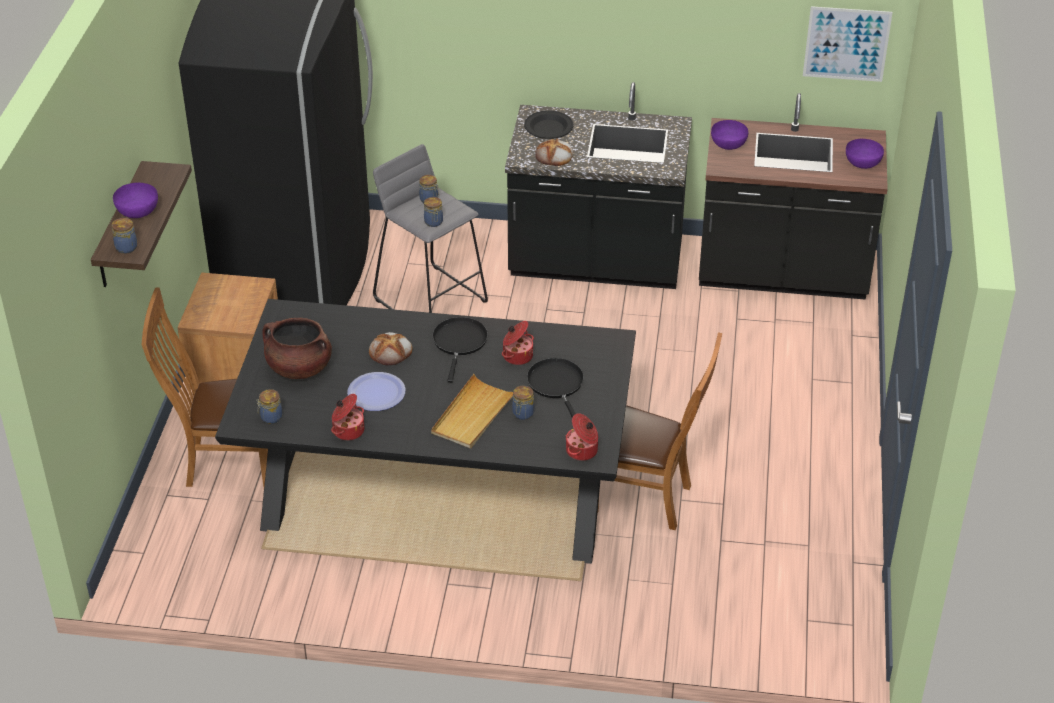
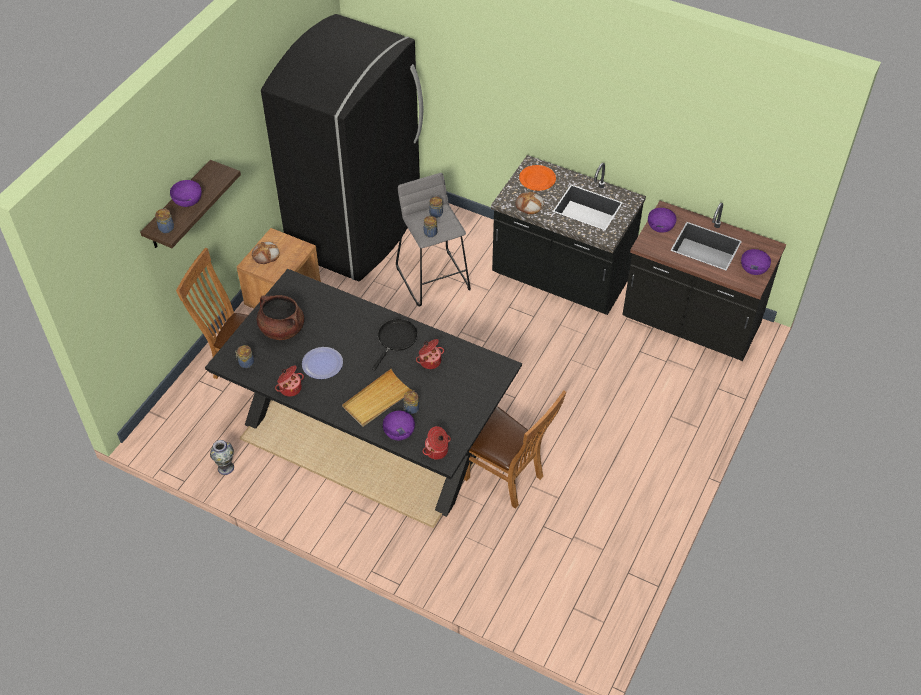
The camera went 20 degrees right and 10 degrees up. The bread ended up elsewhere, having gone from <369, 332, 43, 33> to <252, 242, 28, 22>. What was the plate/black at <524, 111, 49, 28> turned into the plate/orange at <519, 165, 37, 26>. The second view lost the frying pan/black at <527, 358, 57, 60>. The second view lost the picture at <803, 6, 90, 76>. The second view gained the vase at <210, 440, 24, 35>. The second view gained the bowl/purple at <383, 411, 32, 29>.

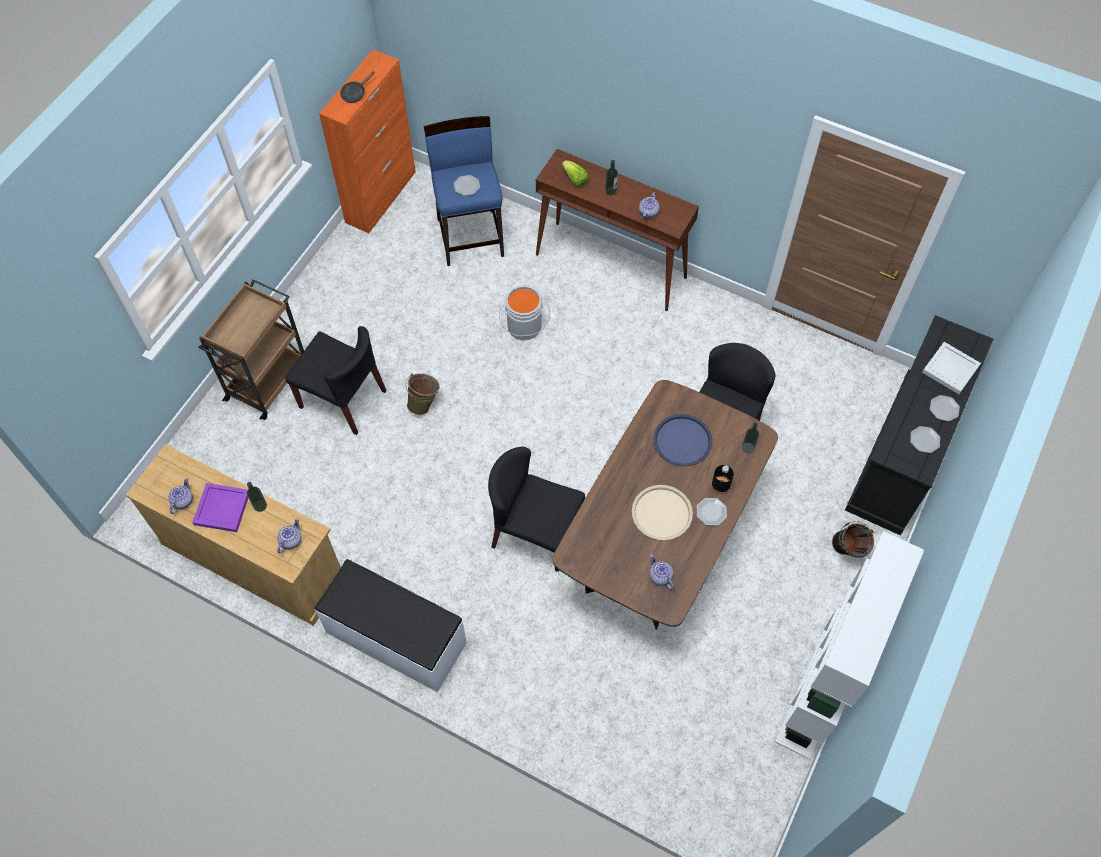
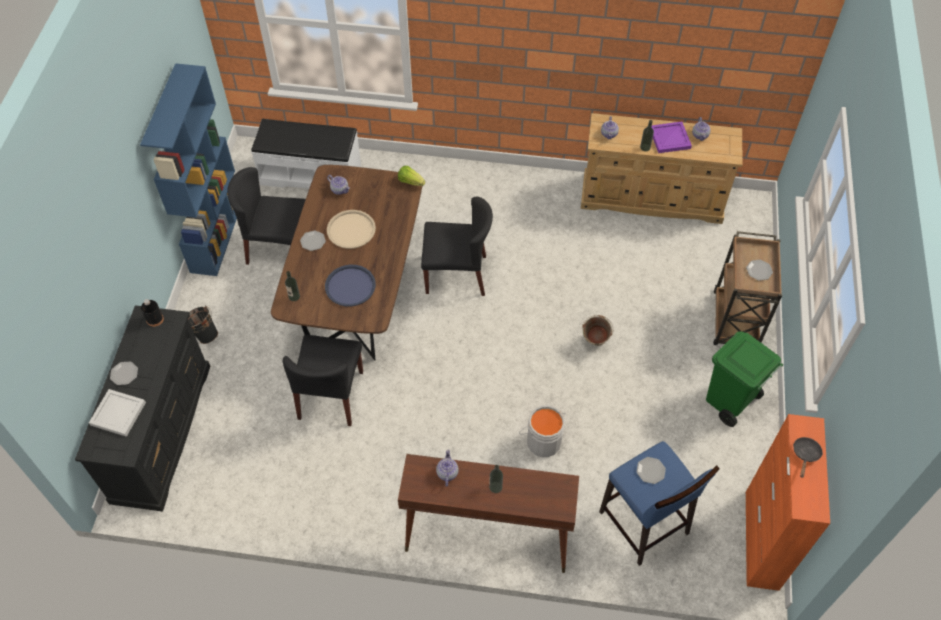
The camera went 160 degrees right and 5 degrees down. The chair/black ended up elsewhere, having gone from <285, 326, 102, 109> to <227, 167, 79, 98>. The bench/white ended up elsewhere, having gone from <315, 559, 152, 133> to <251, 119, 110, 70>. The lettuce ended up elsewhere, having gone from <562, 160, 27, 27> to <398, 166, 27, 20>. The bottle/black ended up elsewhere, having gone from <711, 465, 23, 29> to <141, 299, 23, 28>. What was the bookcase/white at <775, 531, 149, 229> turned into the bookcase/blue at <140, 63, 97, 213>. The plate ended up elsewhere, having gone from <910, 426, 30, 27> to <746, 260, 27, 21>. The second view gained the trash can/green at <706, 332, 77, 95>.

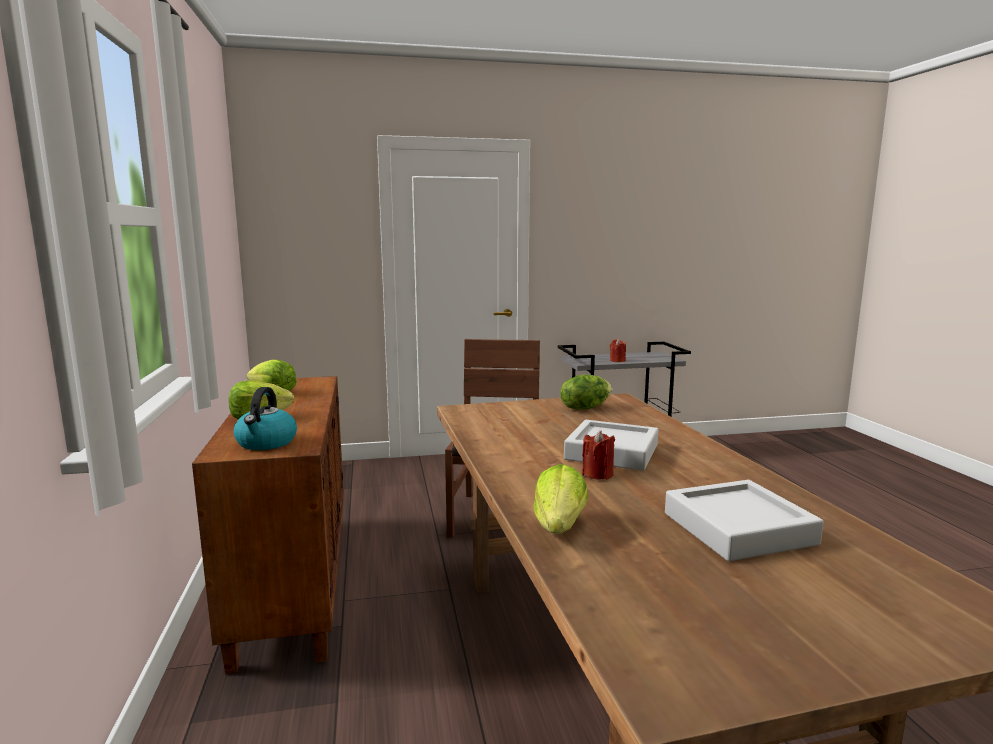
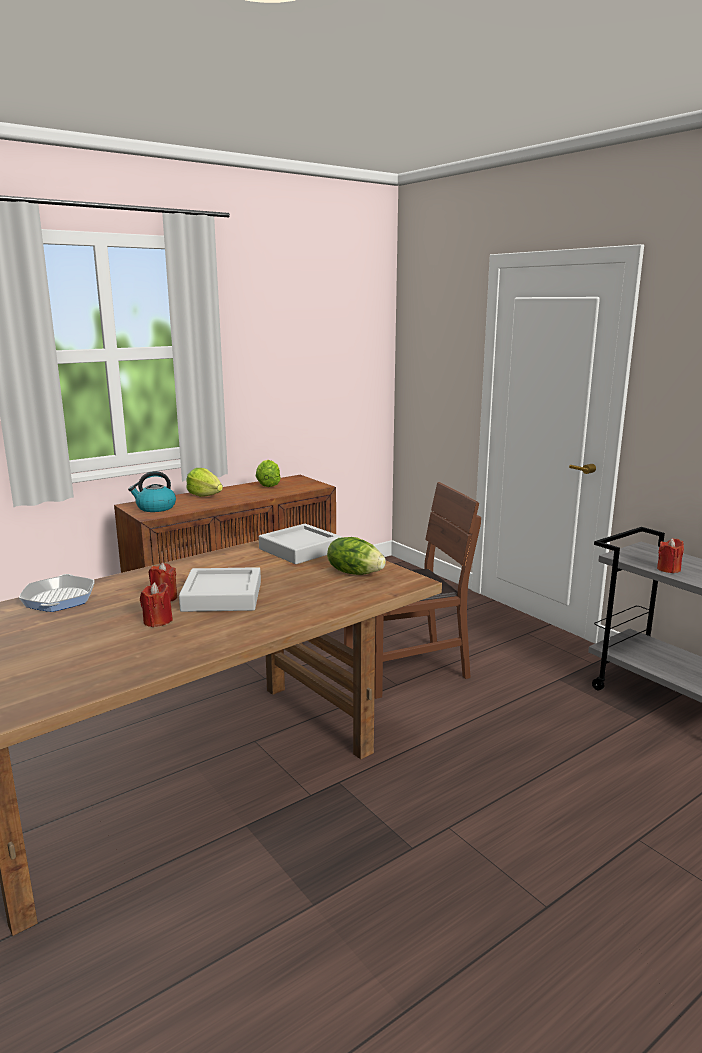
The camera went 65 degrees right and 5 degrees up. Where the lettuce stood at <533, 464, 55, 70>, the frying pan came to stand at <19, 574, 76, 38>. The tray/grey ended up elsewhere, having gone from <665, 480, 159, 81> to <259, 524, 83, 40>. The second view gained the candle/red at <140, 582, 33, 45>.

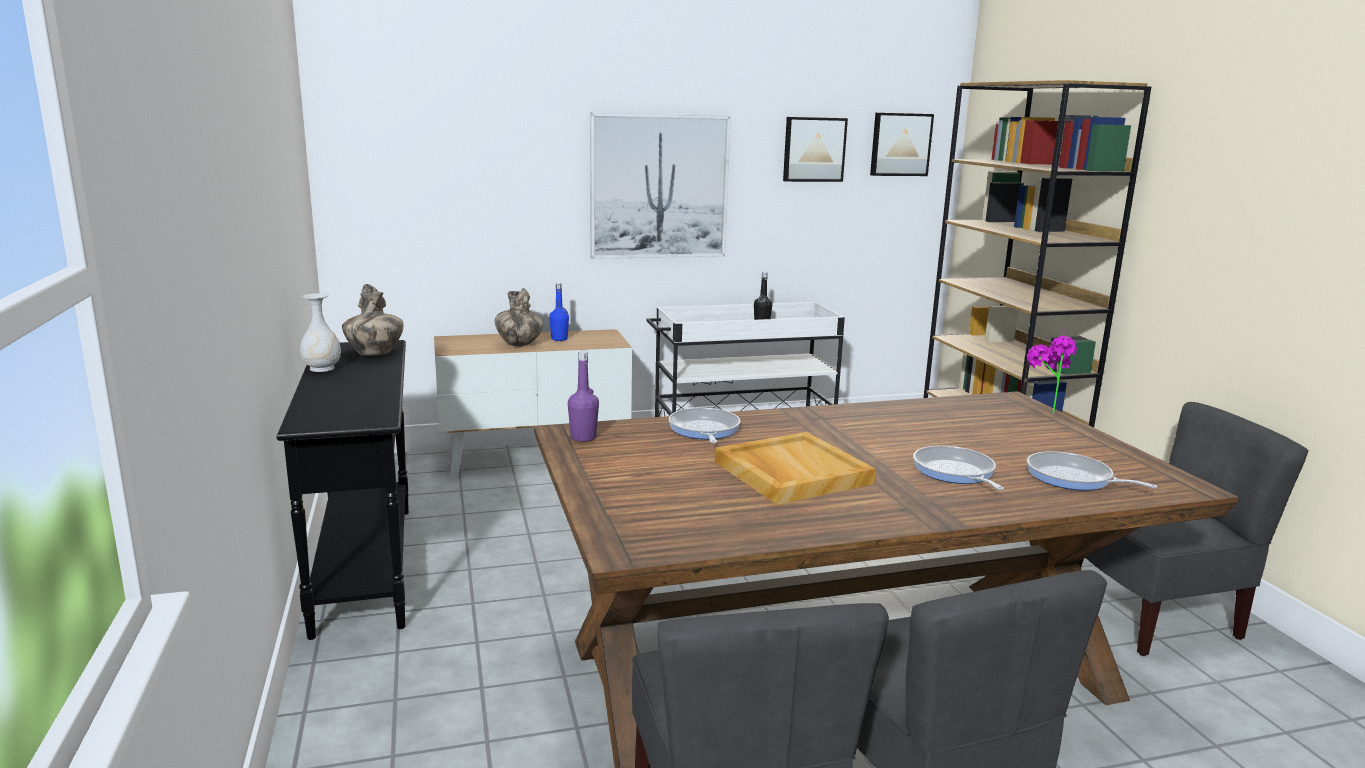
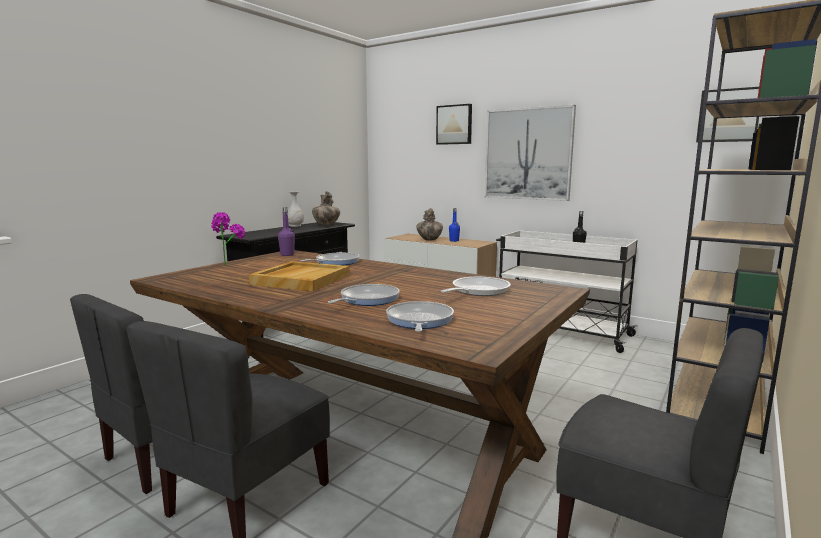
The camera went 50 degrees right and 5 degrees down. The picture ended up elsewhere, having gone from <783, 117, 65, 65> to <436, 104, 36, 41>. The potted plant ended up elsewhere, having gone from <1027, 336, 50, 78> to <211, 212, 34, 53>. The second view gained the frying pan at <441, 277, 70, 19>.

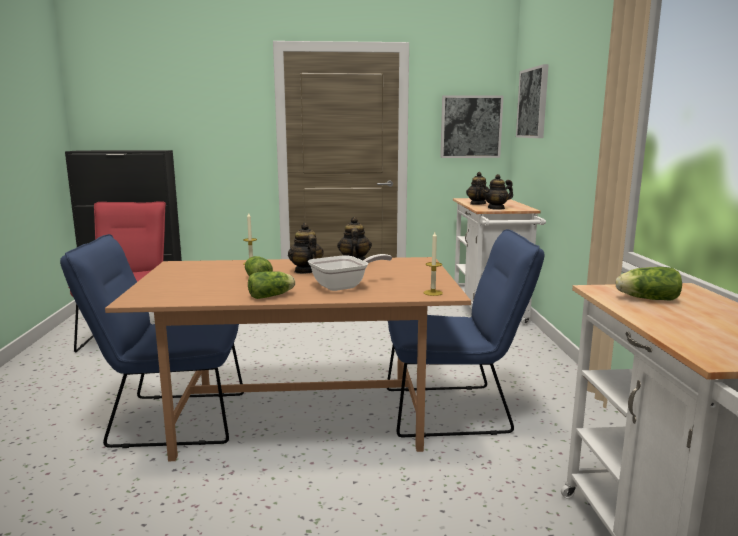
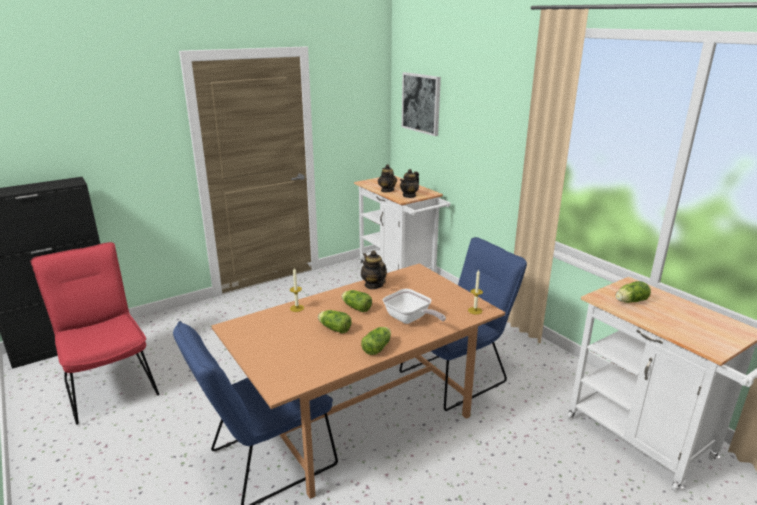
The camera went 30 degrees left and 10 degrees up. Where the teapot stood at <288, 223, 36, 51>, the lettuce came to stand at <341, 290, 31, 22>. The frying pan at <308, 254, 84, 37> ended up facing another way, 105 degrees clockwise from before. The second view lost the picture at <440, 95, 64, 63>.

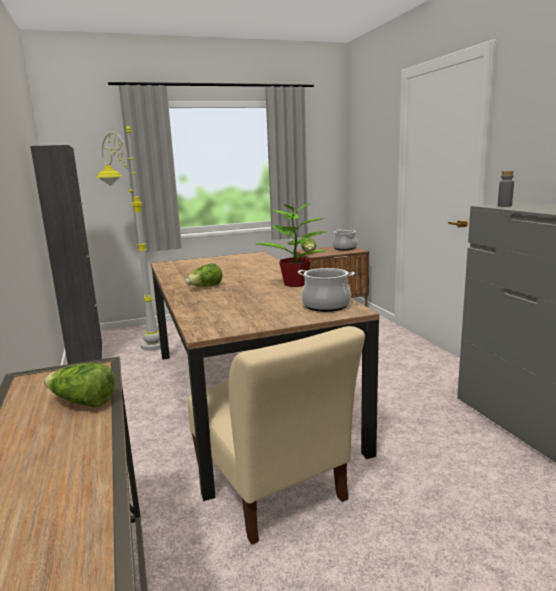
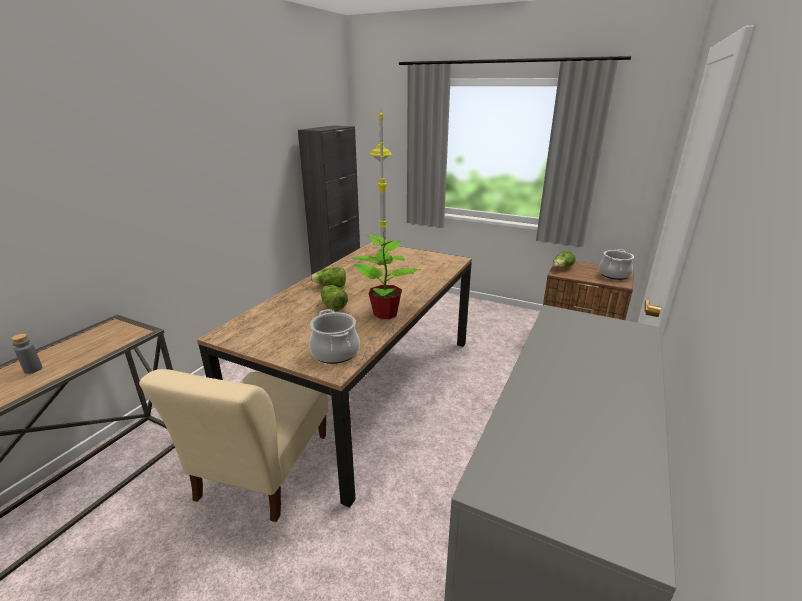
The camera went 45 degrees right and 10 degrees up. The lettuce ended up elsewhere, having gone from <44, 363, 71, 44> to <321, 285, 27, 26>. The bottle/grey ended up elsewhere, having gone from <498, 171, 16, 36> to <11, 334, 31, 40>.

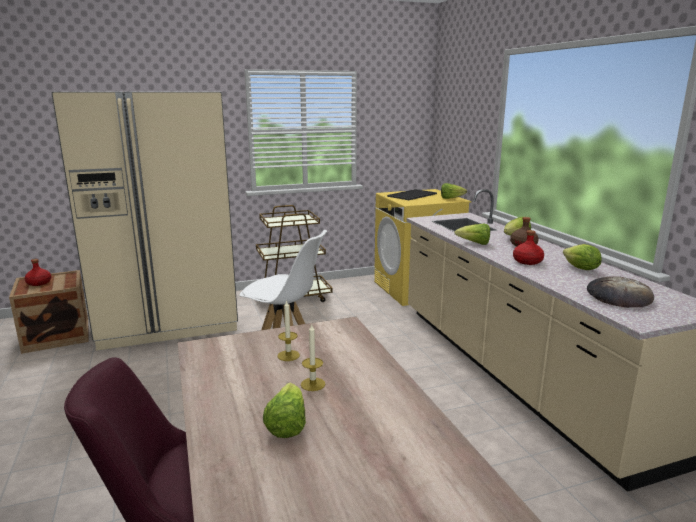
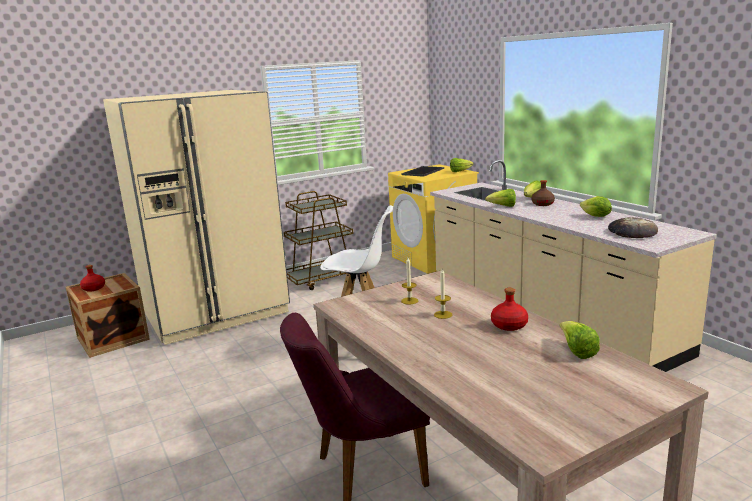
The camera went 10 degrees left and 0 degrees up. The lettuce ended up elsewhere, having gone from <263, 383, 43, 55> to <559, 321, 41, 38>. The bottle/red ended up elsewhere, having gone from <513, 230, 31, 35> to <491, 288, 37, 43>.

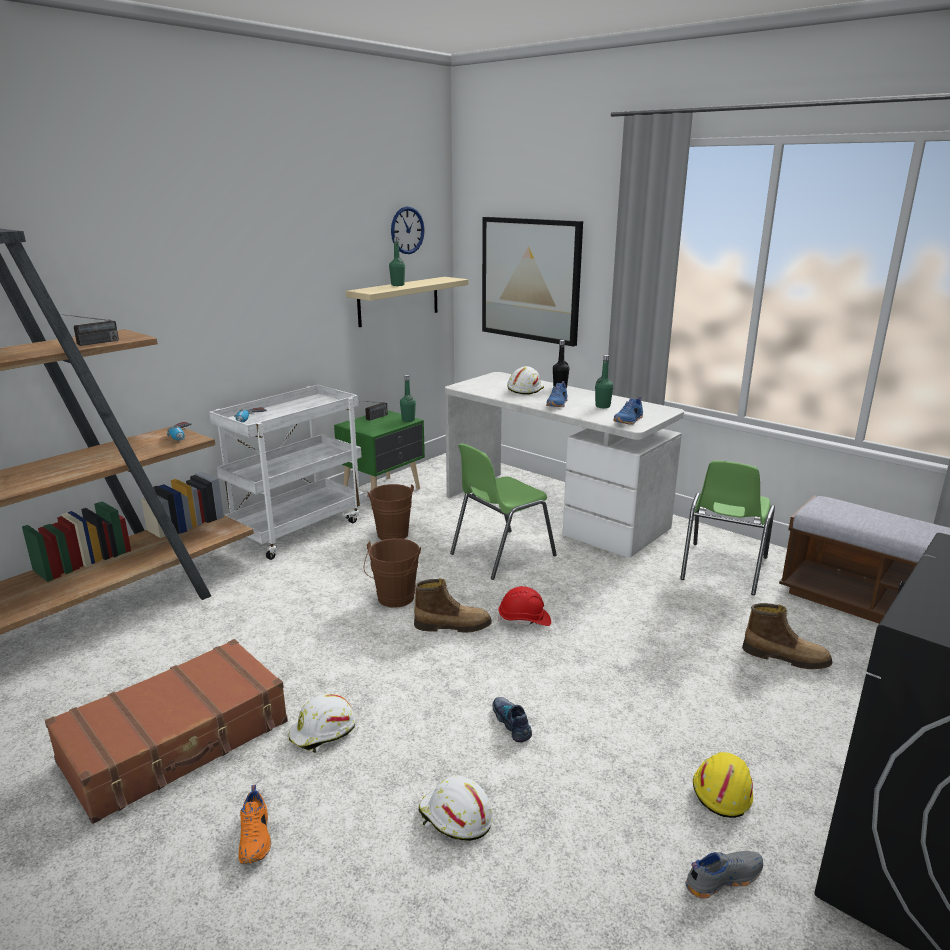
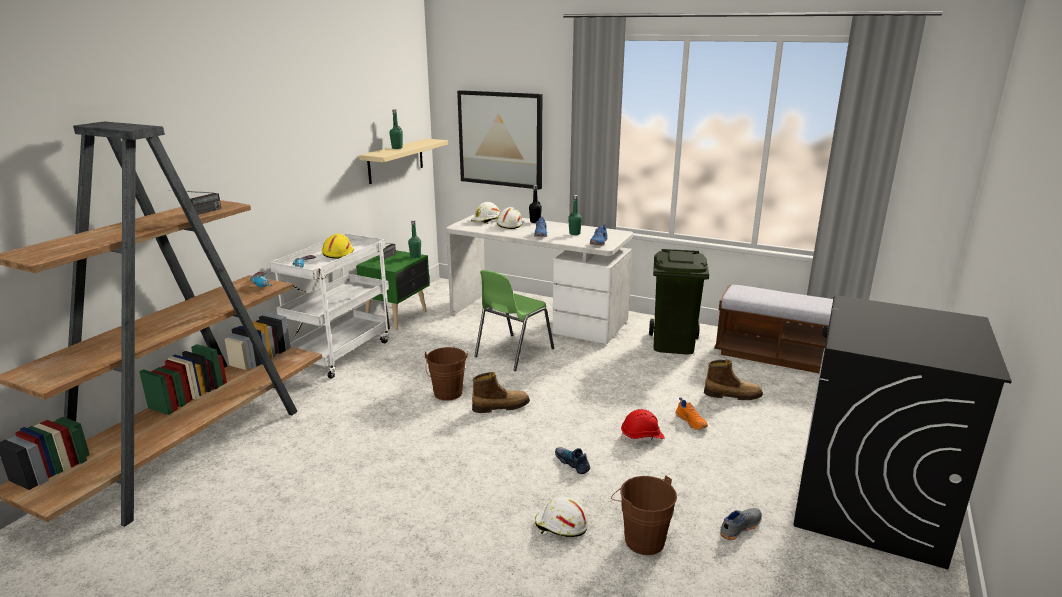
The camera went 15 degrees left and 0 degrees up. The second view lost the suitcase/brown at <45, 639, 243, 185>. The shoe/orange ended up elsewhere, having gone from <238, 785, 33, 79> to <675, 397, 33, 33>. The hard hat/white ended up elsewhere, having gone from <289, 694, 67, 59> to <471, 202, 29, 22>. The bucket/brown ended up elsewhere, having gone from <367, 484, 47, 56> to <611, 475, 66, 80>. The second view lost the wall clock at <391, 206, 34, 48>. The hard hat/red ended up elsewhere, having gone from <498, 586, 53, 40> to <621, 409, 43, 34>. Where the chair/green stood at <680, 461, 95, 134>, the trash can/green came to stand at <649, 249, 60, 106>. The hard hat/yellow ended up elsewhere, having gone from <693, 752, 60, 66> to <322, 234, 32, 25>.

